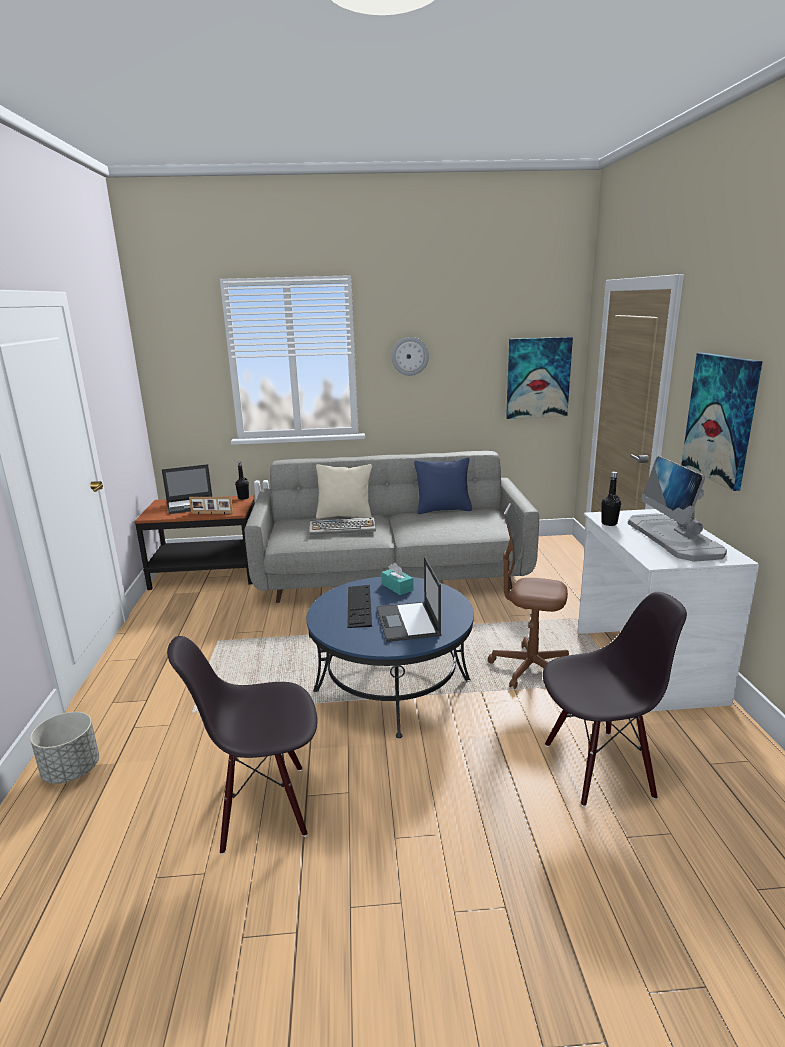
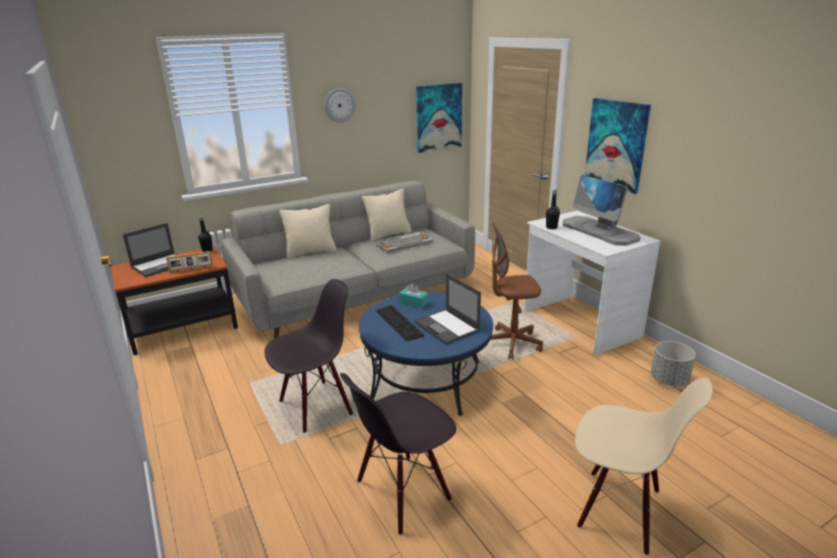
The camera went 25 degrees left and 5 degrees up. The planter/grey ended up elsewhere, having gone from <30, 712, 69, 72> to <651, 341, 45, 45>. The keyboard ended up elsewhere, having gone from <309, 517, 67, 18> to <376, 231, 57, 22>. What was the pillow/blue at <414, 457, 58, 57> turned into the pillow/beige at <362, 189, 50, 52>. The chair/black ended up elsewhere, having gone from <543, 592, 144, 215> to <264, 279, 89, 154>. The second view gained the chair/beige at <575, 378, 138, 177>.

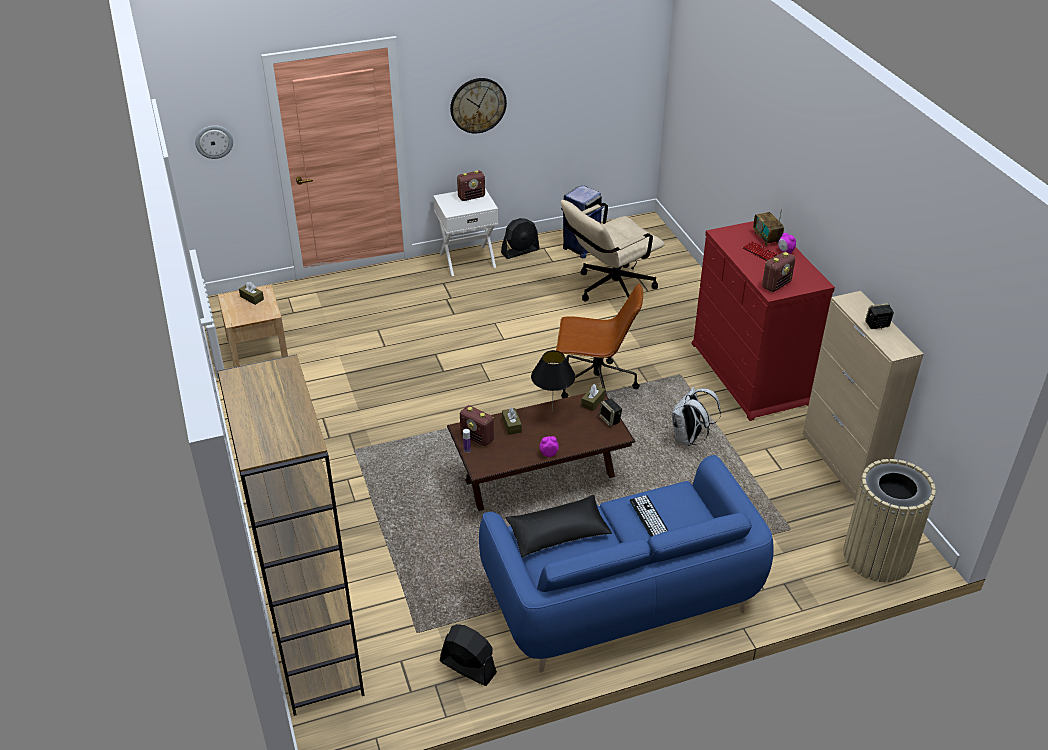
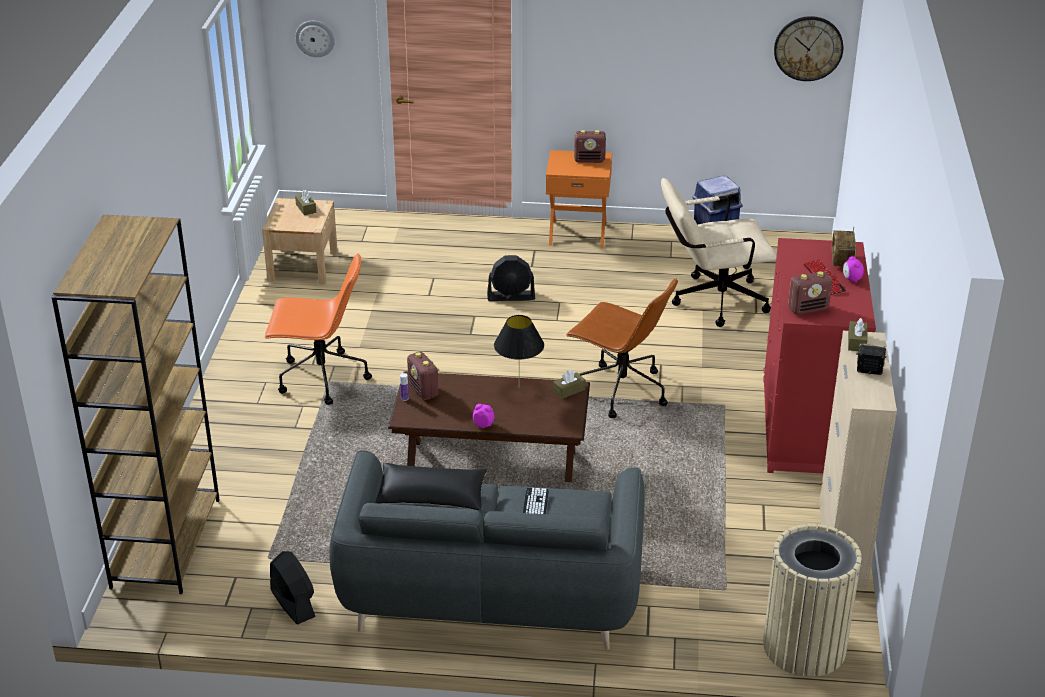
The camera went 25 degrees right and 5 degrees down. What was the nightstand/white at <433, 189, 65, 87> turned into the nightstand/orange at <546, 150, 66, 98>. The wall clock ended up elsewhere, having gone from <450, 78, 57, 55> to <774, 16, 69, 65>. What was the sofa/blue at <479, 455, 295, 218> turned into the sofa/grey at <330, 450, 315, 200>. The fan/black ended up elsewhere, having gone from <501, 218, 39, 41> to <487, 255, 48, 46>. The tissue box/brown ended up elsewhere, having gone from <502, 408, 20, 27> to <848, 318, 19, 33>. The second view lost the speaker at <599, 398, 23, 29>. The second view lost the backpack/white at <672, 387, 49, 59>. The second view gained the office chair/orange at <264, 253, 108, 152>.

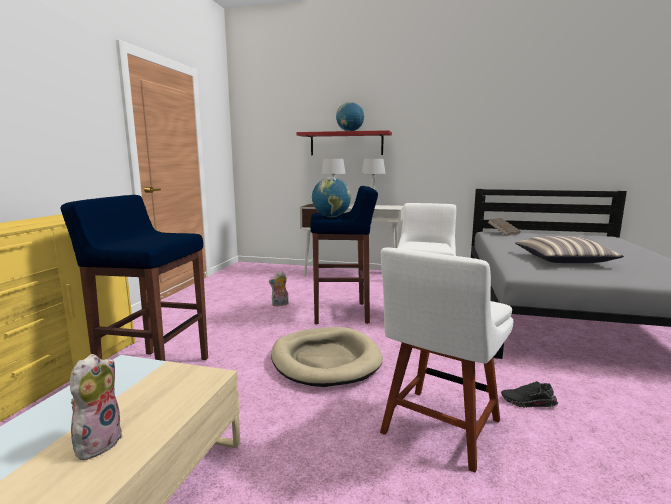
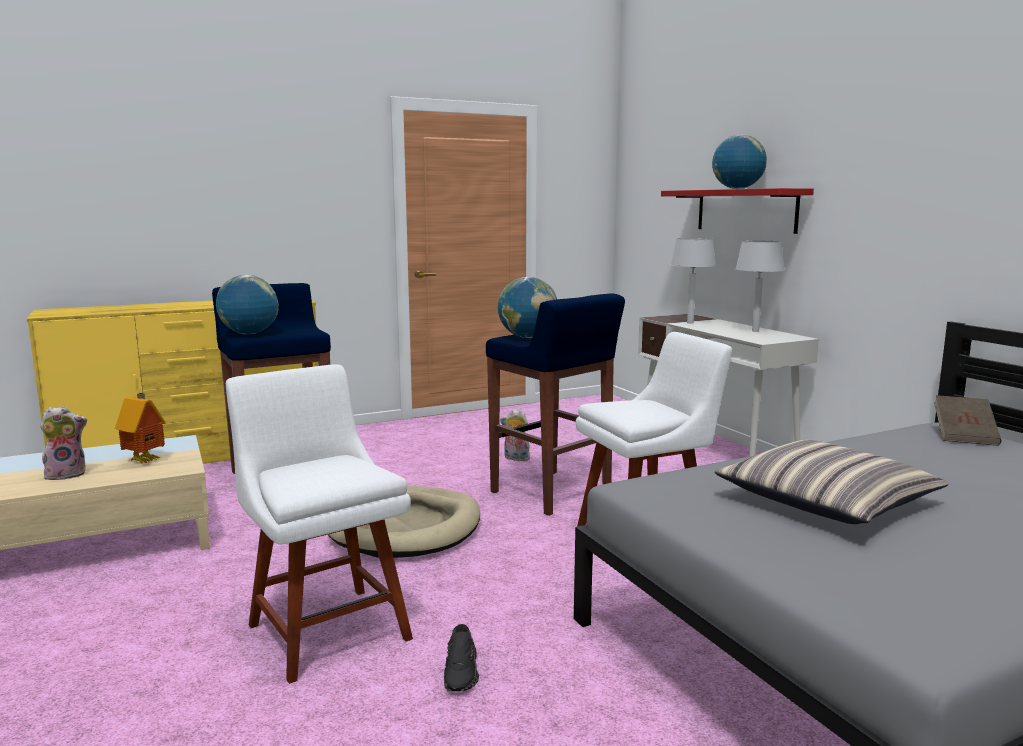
The camera went 50 degrees right and 0 degrees up. The chair/white at <380, 247, 133, 226> ended up facing another way, 60 degrees clockwise from before. The shoe/black at <501, 381, 57, 27> ended up facing another way, 150 degrees counterclockwise from before. The second view gained the toy house at <115, 393, 51, 71>. The second view gained the globe at <216, 275, 63, 59>.

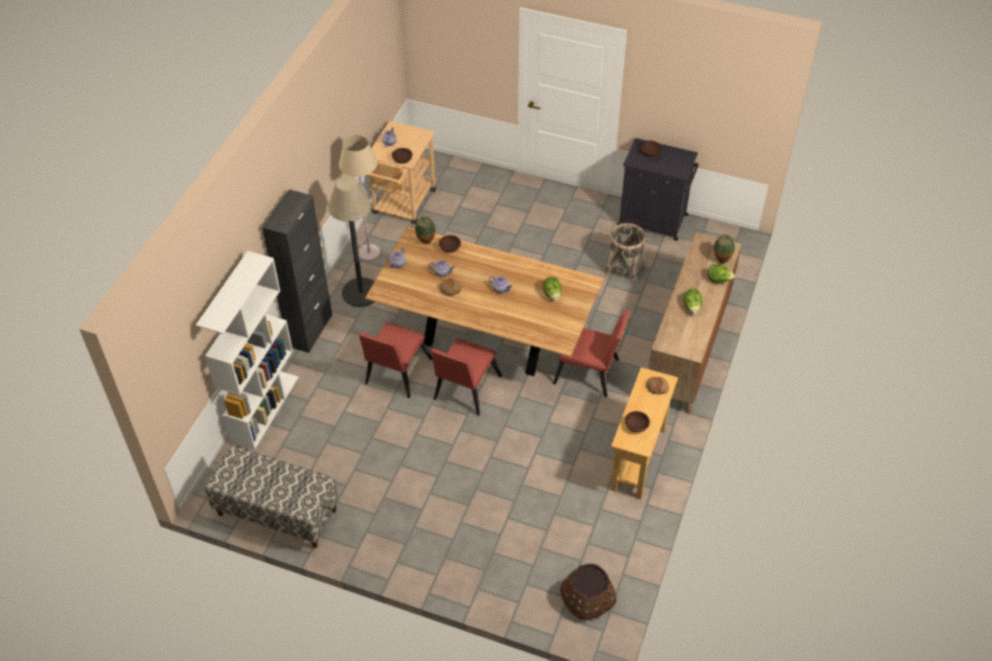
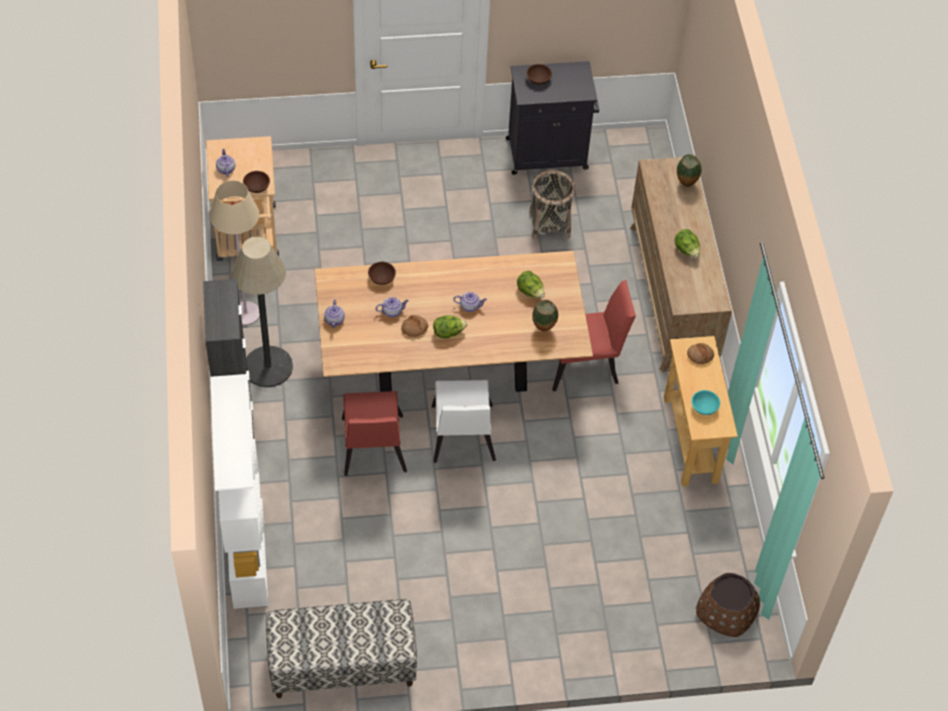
The camera went 30 degrees left and 5 degrees up. The vase ended up elsewhere, having gone from <415, 216, 20, 28> to <533, 300, 25, 32>. What was the chair/red at <431, 338, 71, 78> turned into the chair/white at <432, 380, 64, 83>. What was the bowl/brown at <625, 411, 25, 21> turned into the bowl/turquoise at <691, 390, 29, 25>. The lettuce ended up elsewhere, having gone from <707, 264, 28, 19> to <433, 315, 34, 24>.

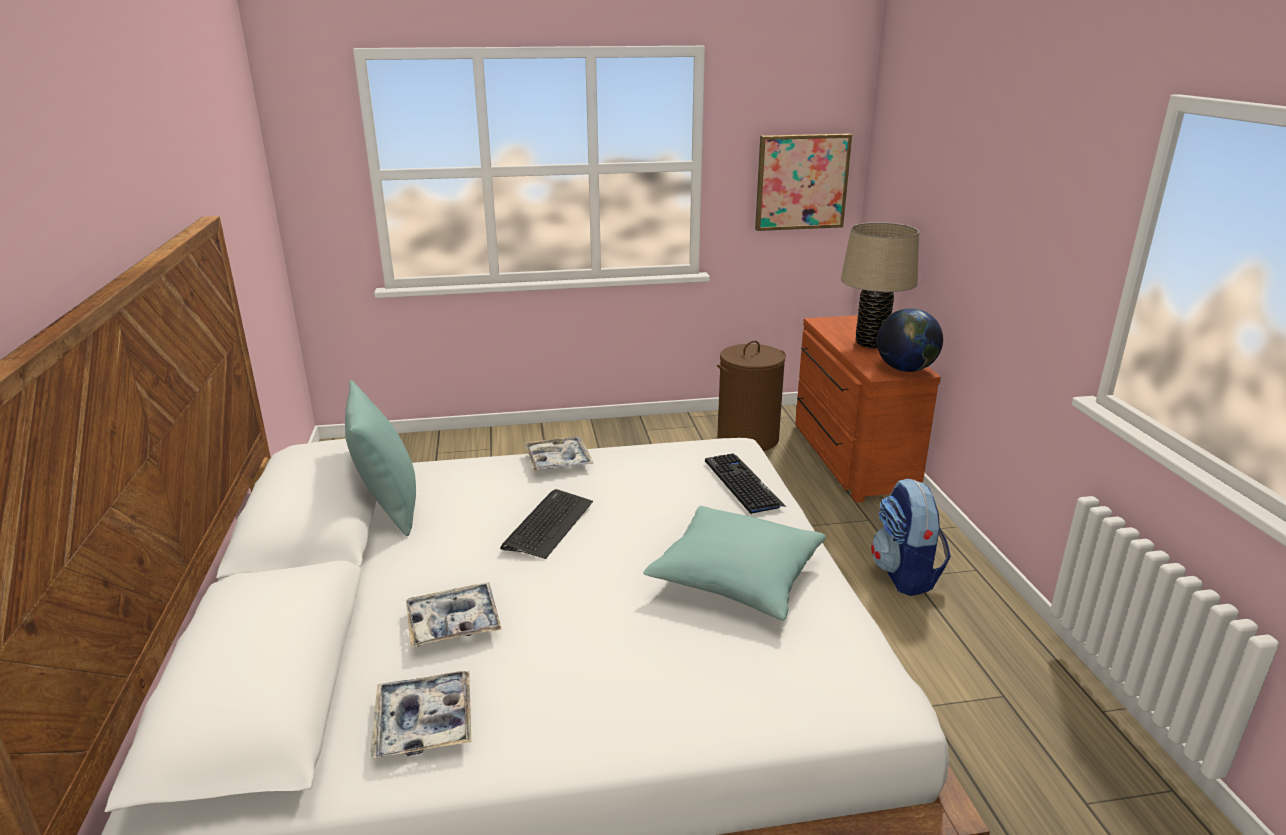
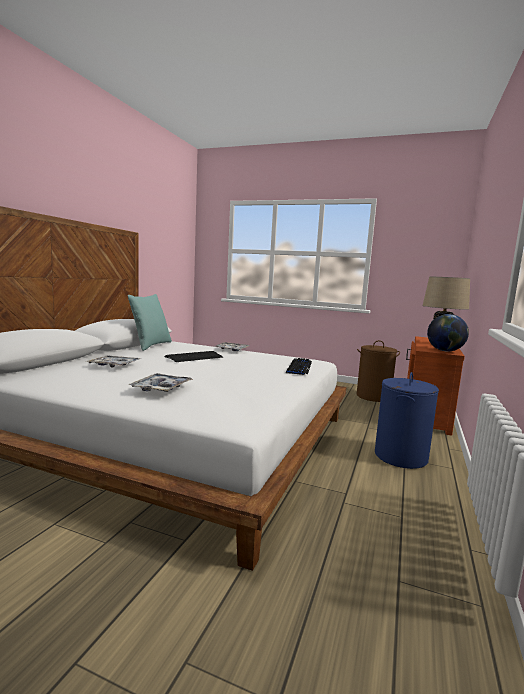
The camera went 30 degrees right and 15 degrees down. The tray ended up elsewhere, having gone from <370, 671, 101, 87> to <128, 373, 65, 19>. The second view lost the pillow/turquoise at <643, 506, 183, 115>. The second view lost the picture at <755, 134, 97, 97>. Where the backpack stood at <871, 479, 80, 117>, the laundry basket/blue came to stand at <375, 372, 64, 97>.

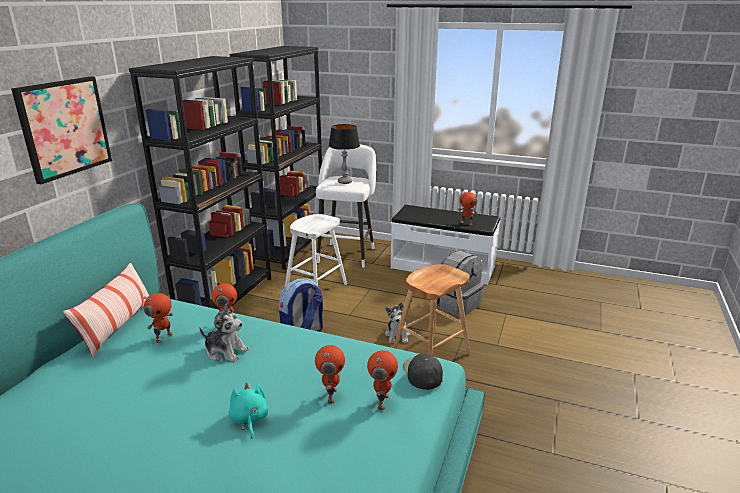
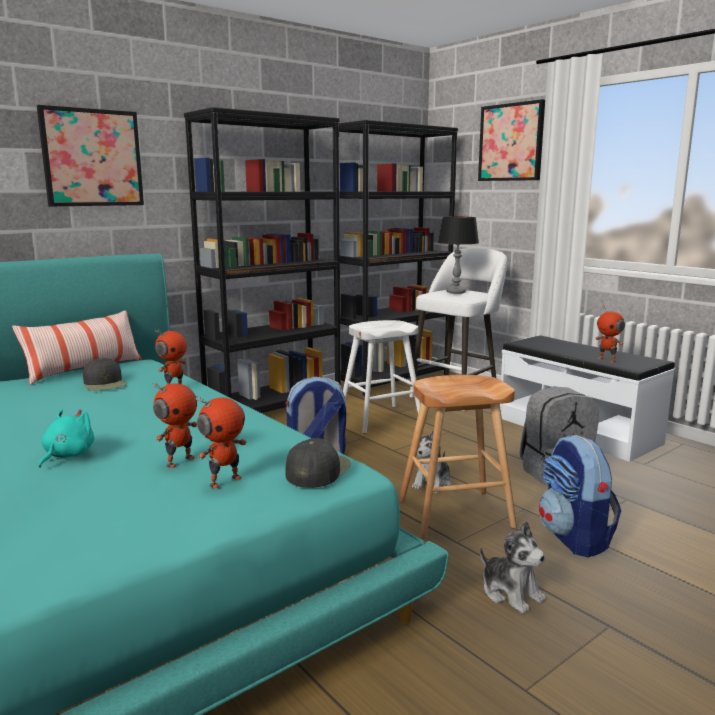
The camera went 30 degrees right and 10 degrees down. Where the toy robot stood at <142, 293, 31, 50>, the cap/black came to stand at <83, 358, 44, 33>. The plush toy ended up elsewhere, having gone from <199, 303, 50, 59> to <480, 521, 66, 93>. The second view gained the picture at <478, 99, 67, 82>. The second view gained the backpack at <539, 435, 82, 122>.

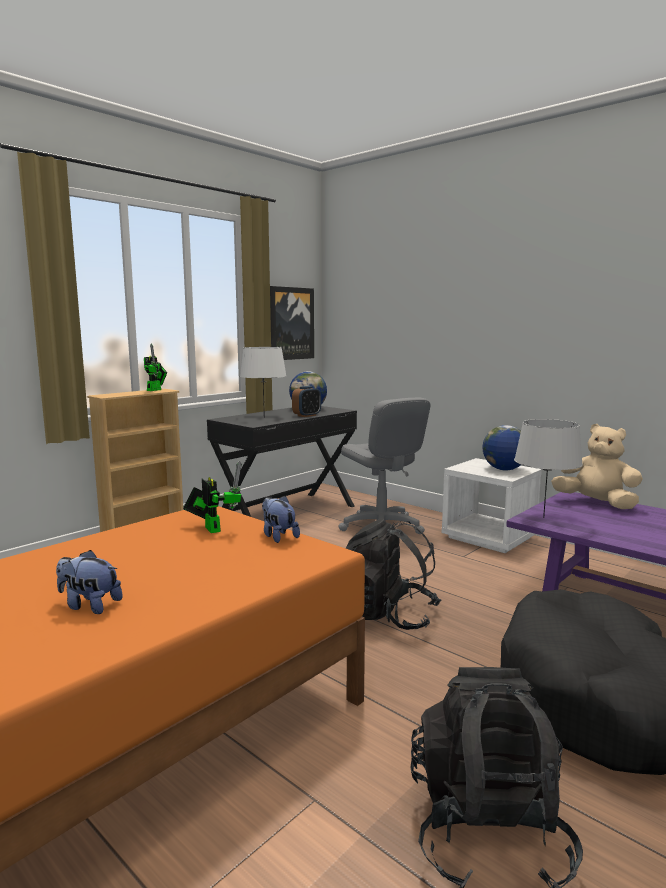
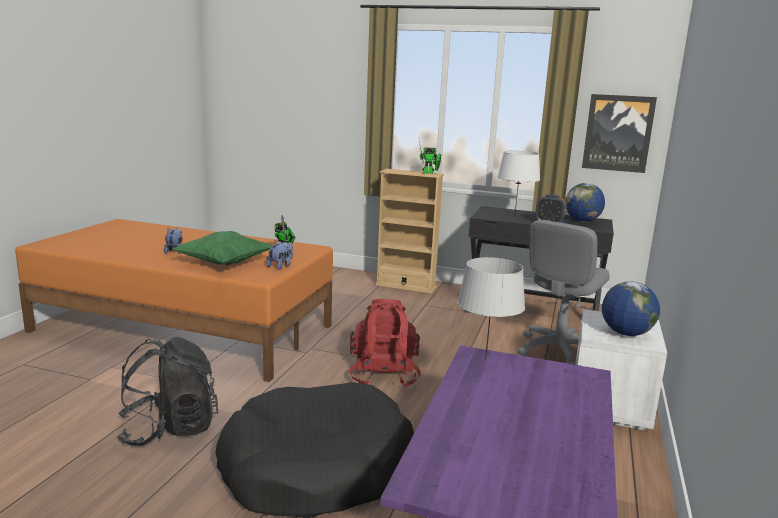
The camera went 65 degrees right and 5 degrees up. What was the backpack/black at <346, 519, 95, 111> turned into the backpack/red at <349, 299, 72, 89>. The second view lost the plush toy/beige at <551, 424, 92, 85>. The second view gained the pillow/green at <173, 231, 100, 34>.

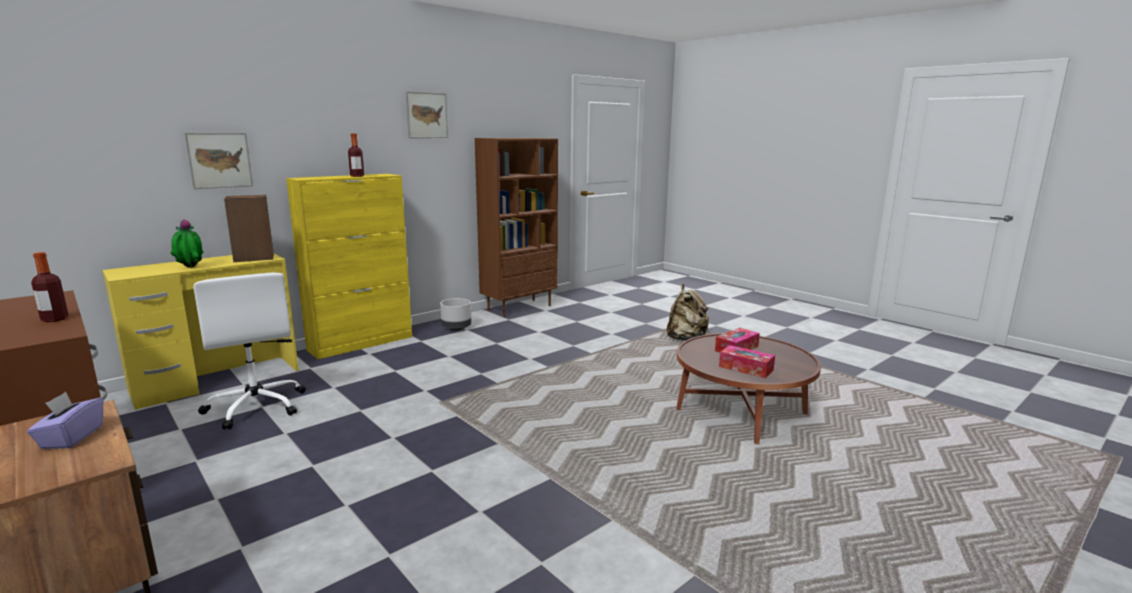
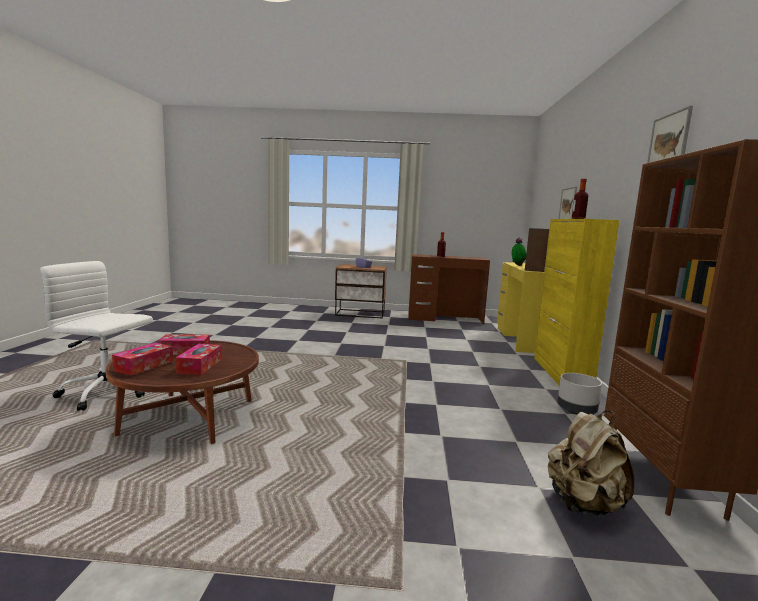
The camera went 135 degrees right and 5 degrees down. The office chair/white ended up elsewhere, having gone from <193, 273, 113, 156> to <40, 261, 113, 150>. The backpack/beige ended up elsewhere, having gone from <667, 284, 42, 57> to <548, 411, 86, 105>. The second view gained the tissue box at <112, 343, 61, 33>.

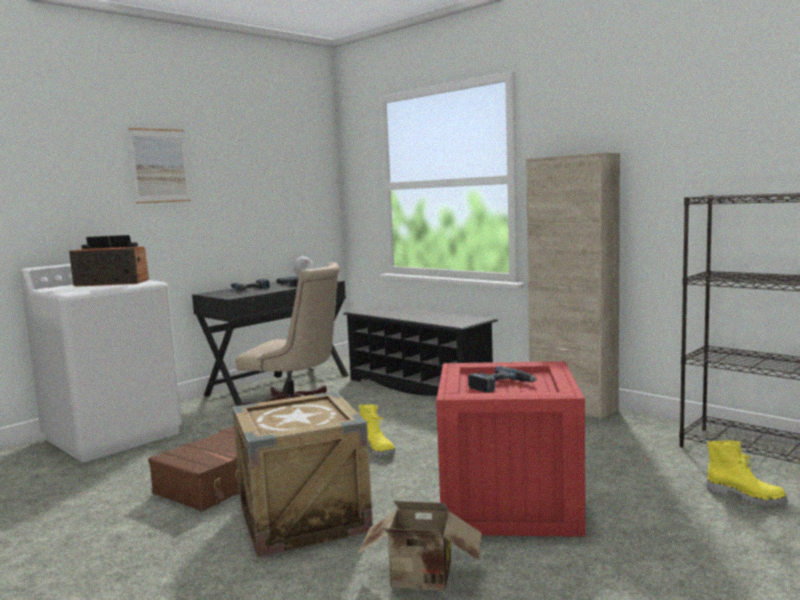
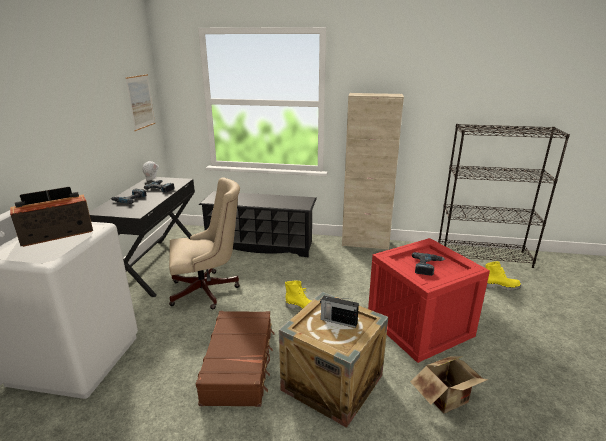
The camera went 35 degrees left and 15 degrees up. The picture ended up elsewhere, having gone from <128, 128, 63, 76> to <125, 74, 30, 57>. The second view gained the radio at <320, 296, 39, 32>.

